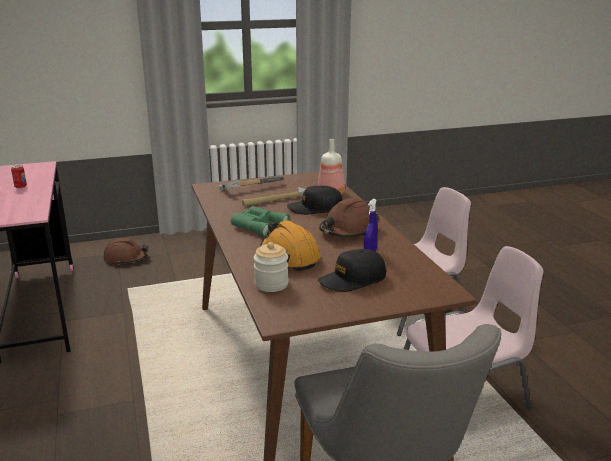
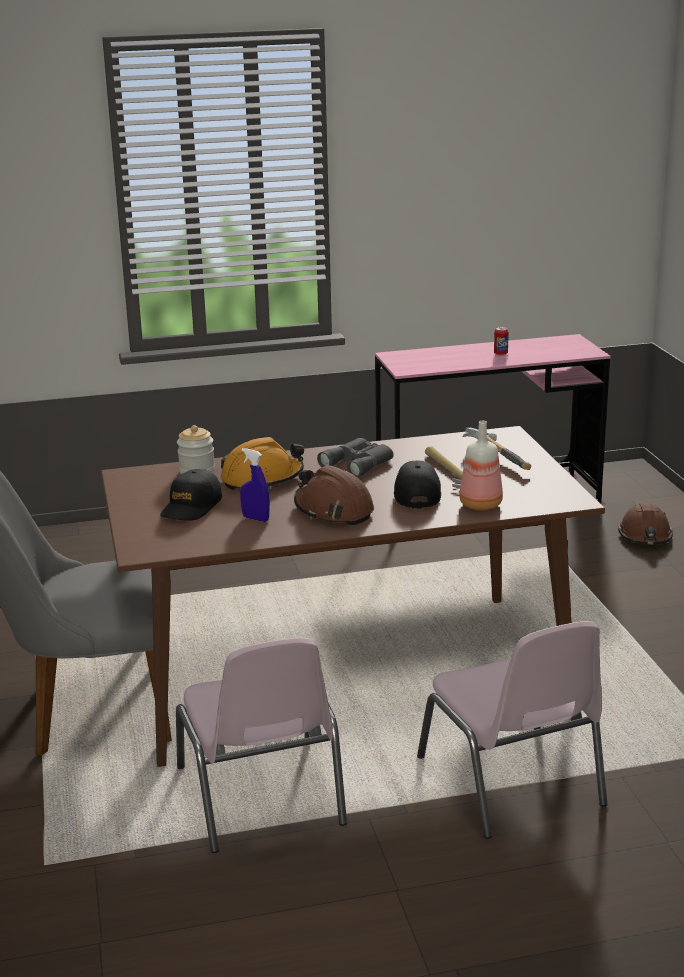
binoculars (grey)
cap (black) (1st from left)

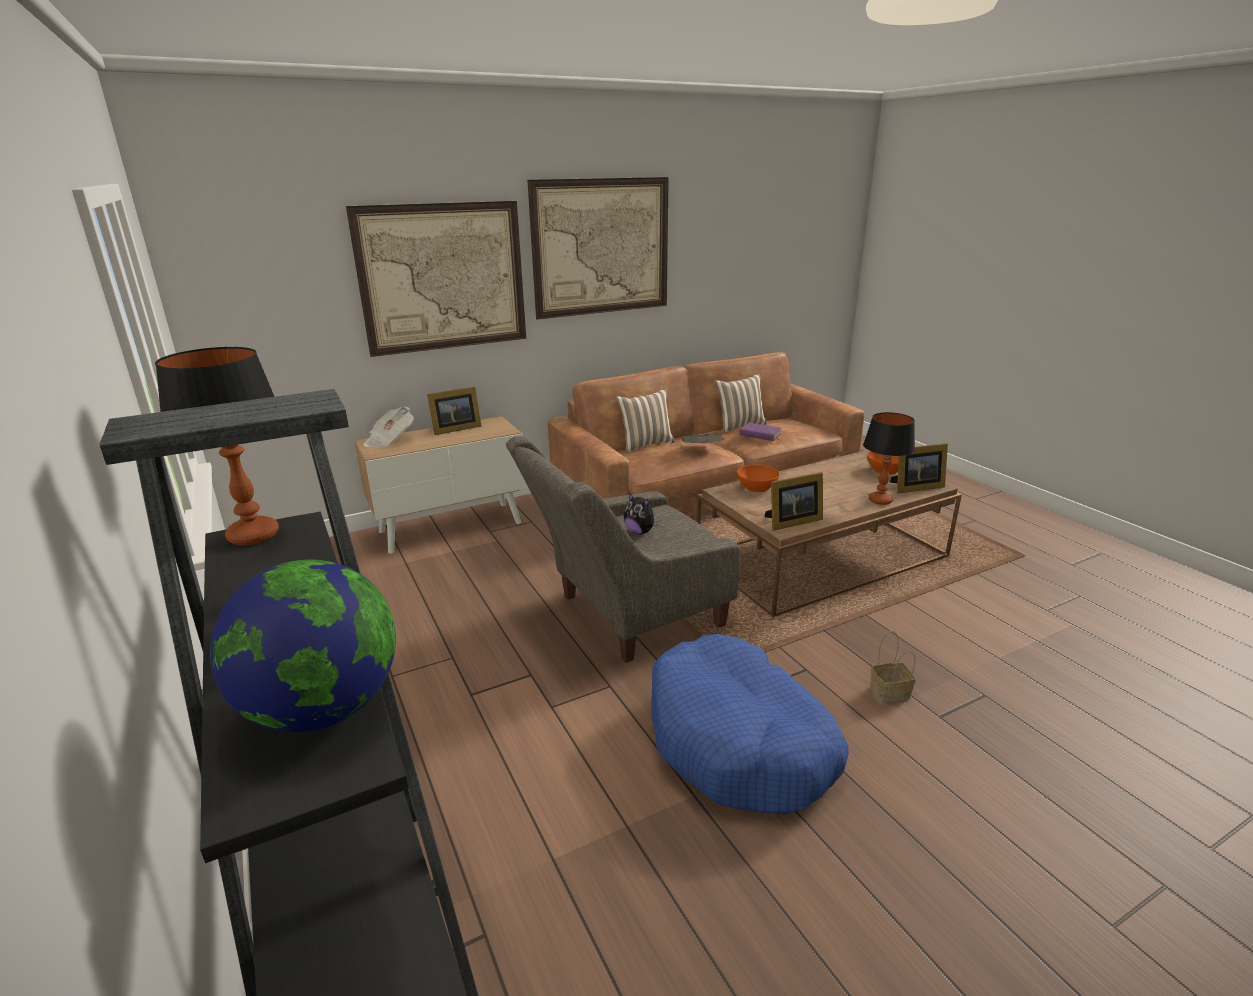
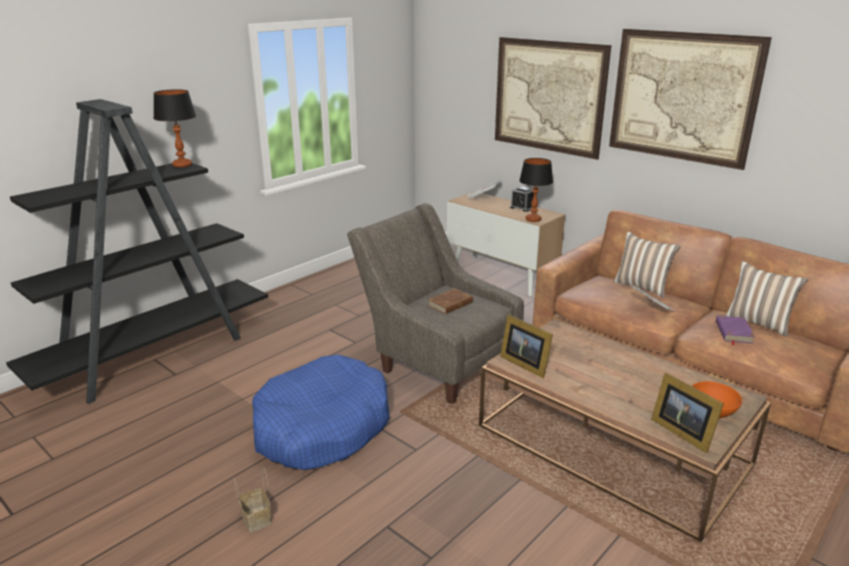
alarm clock
table lamp (2nd from left)
bowl (orange) (1st from left in the first image)
book (brown)
globe
basket

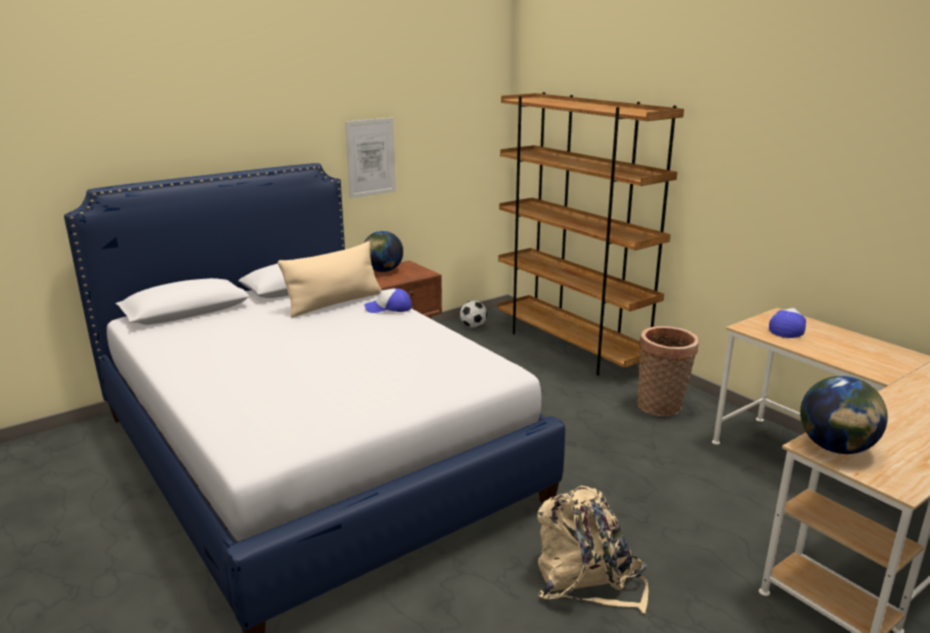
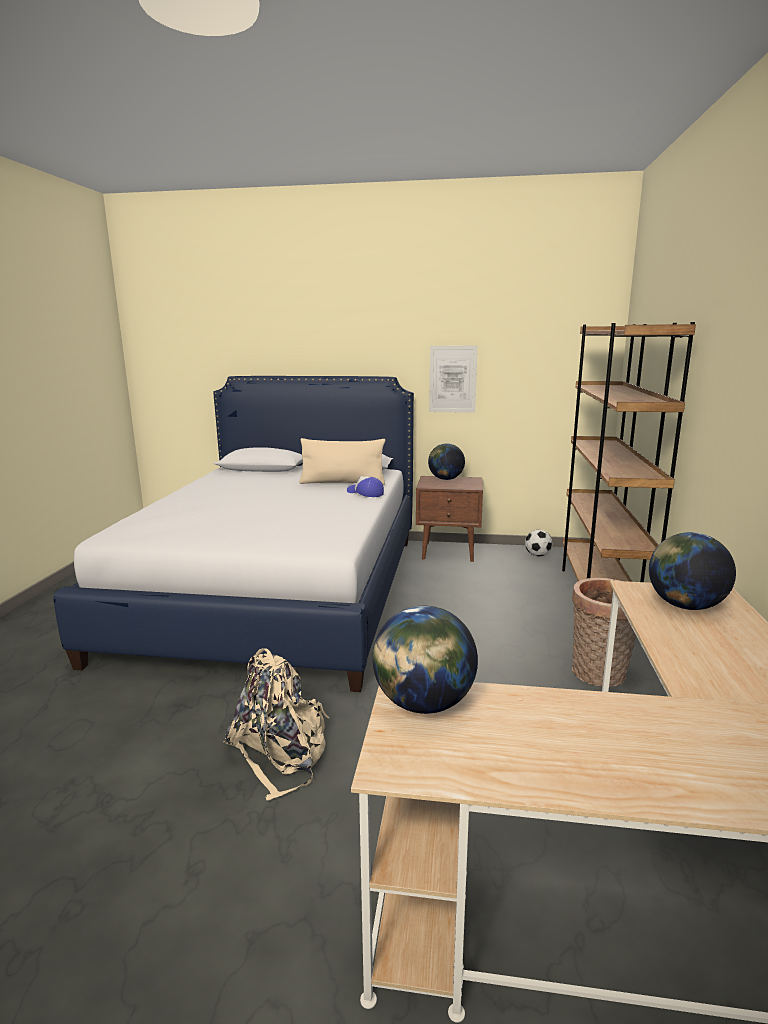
globe (3rd from left)

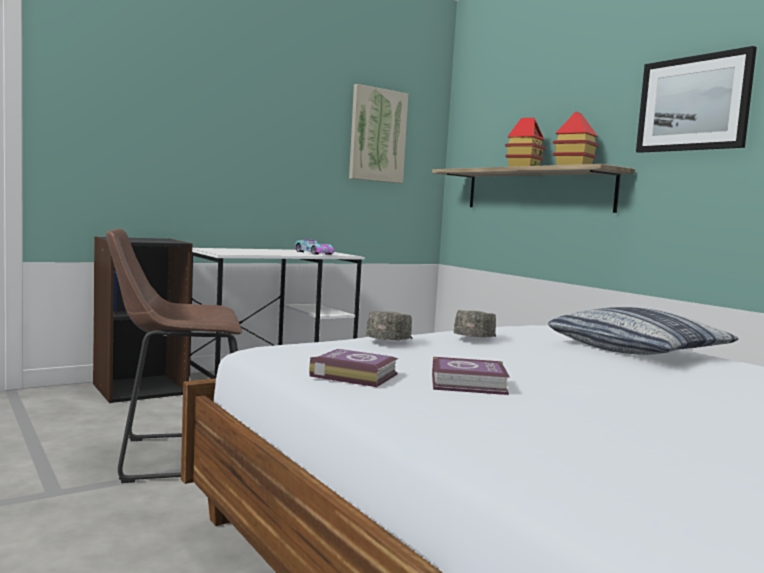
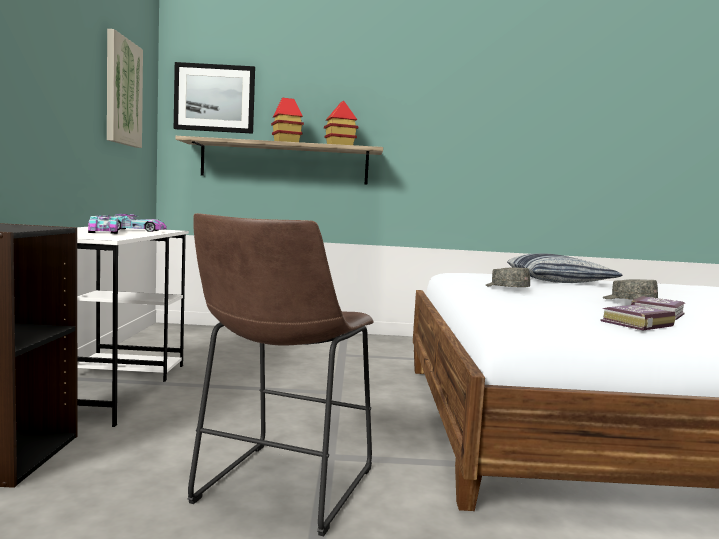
picture (2nd from left)
cap (grey) (2nd from left)
toy car (1st from left)

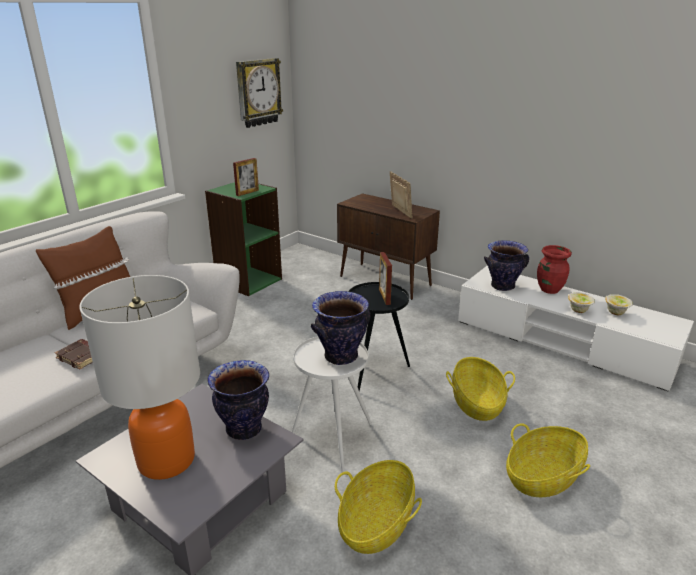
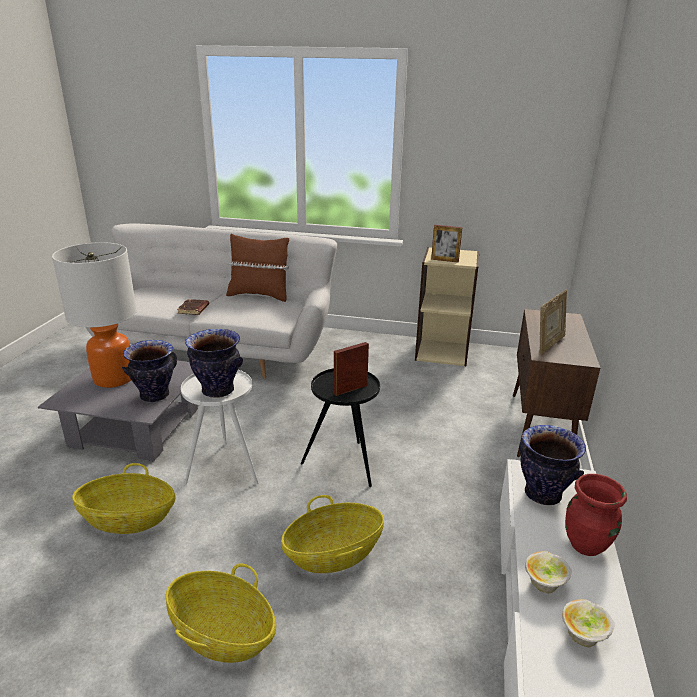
wall clock
bookcase (beige)

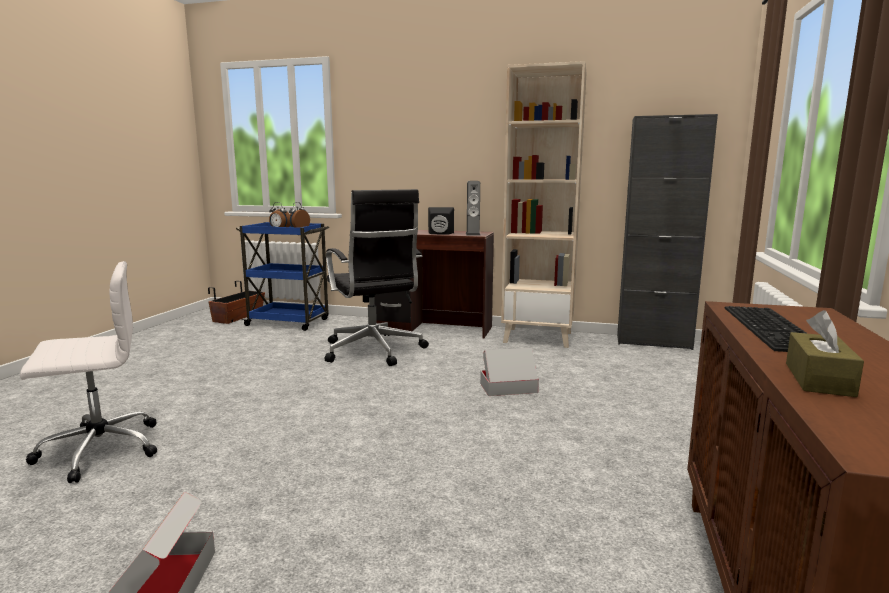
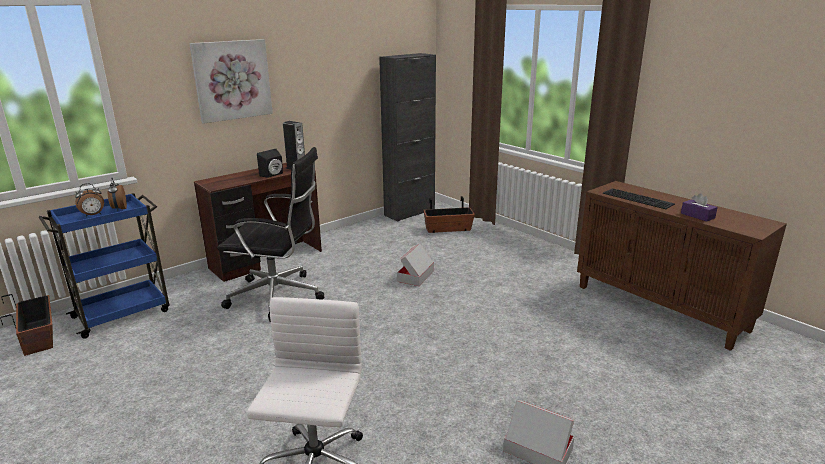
bookcase (beige)
tissue box (purple)
picture
planter (2nd from left)

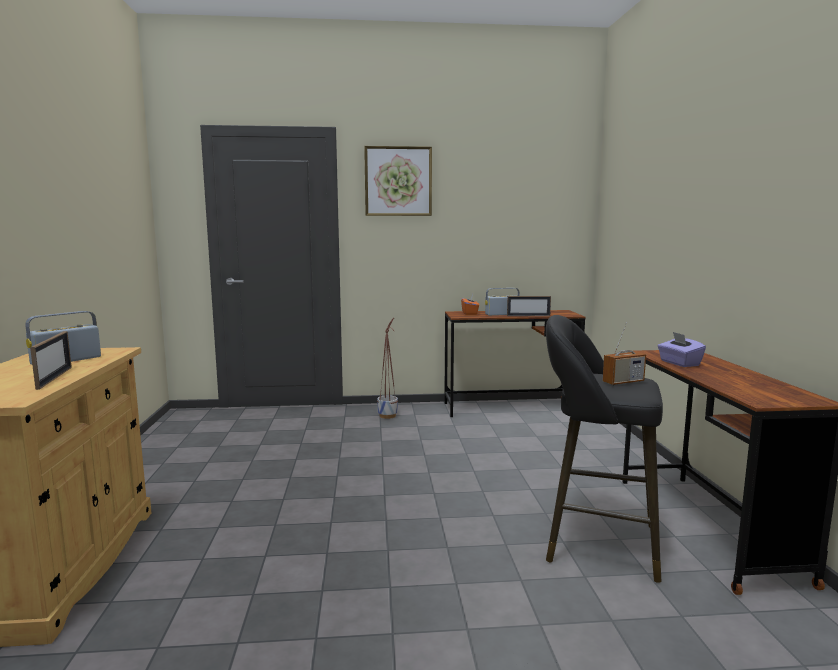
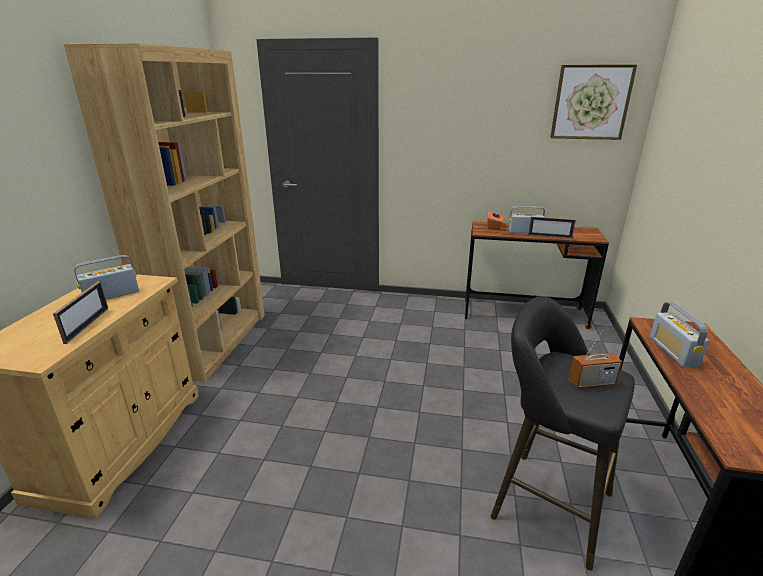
picture
planter
radio (4th from left)
bookcase (brown)

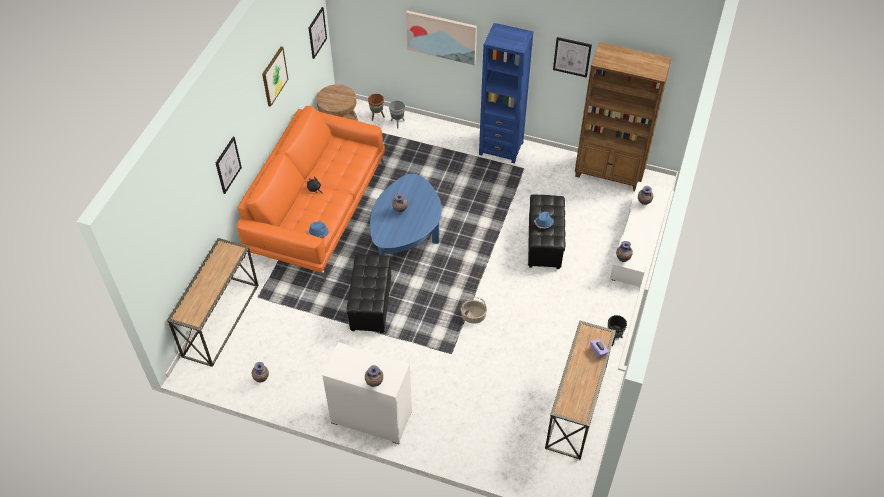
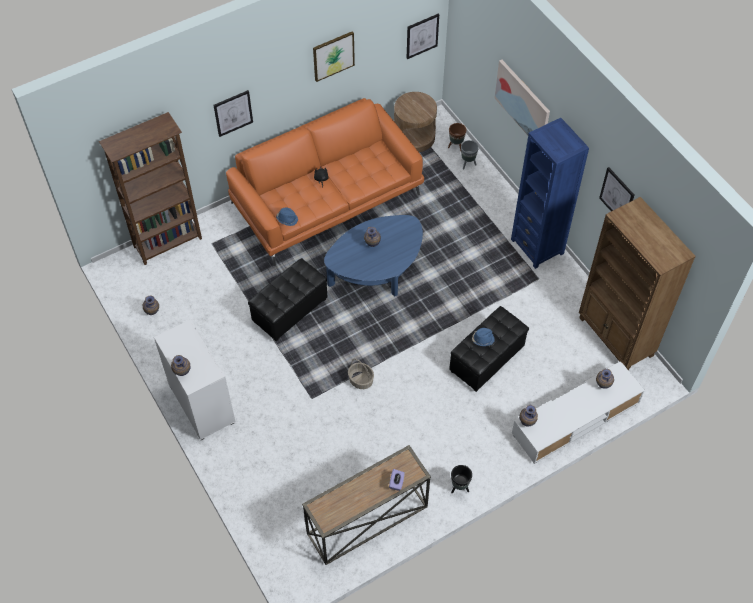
bookcase (brown) (1st from left)

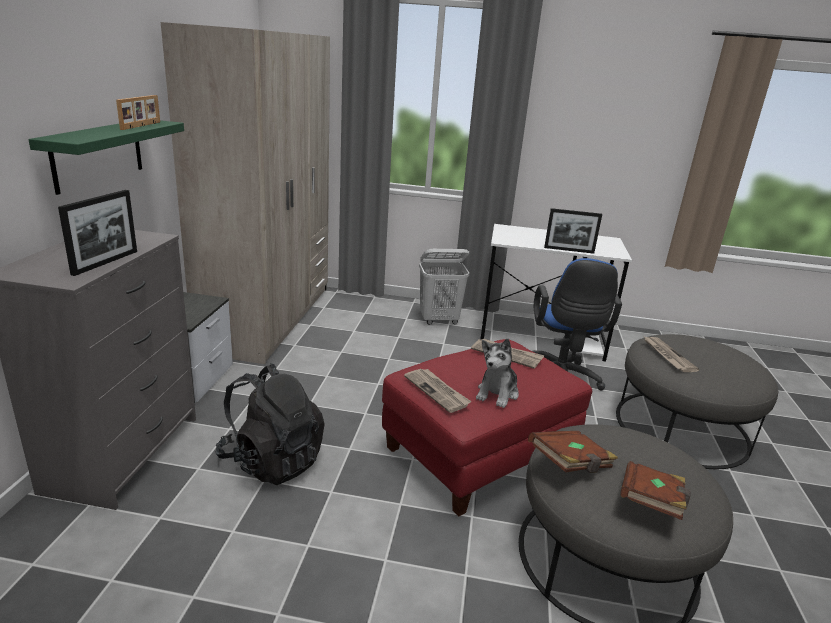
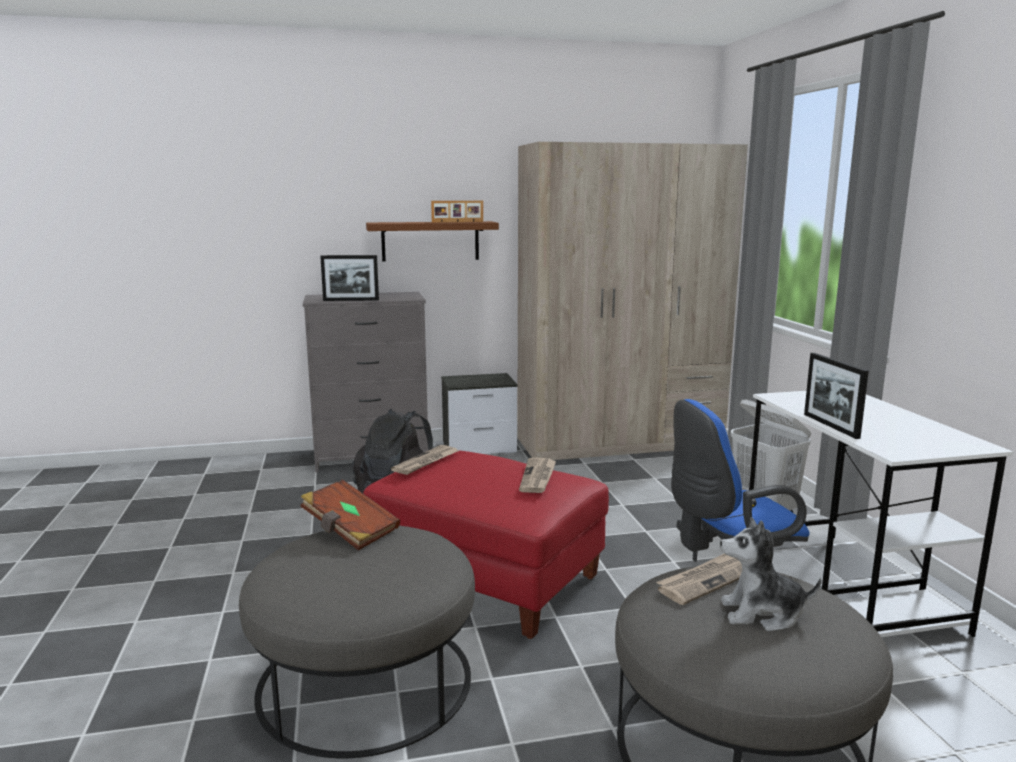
shelf (brown)
plush toy
book (brown) (2nd from left in the first image)

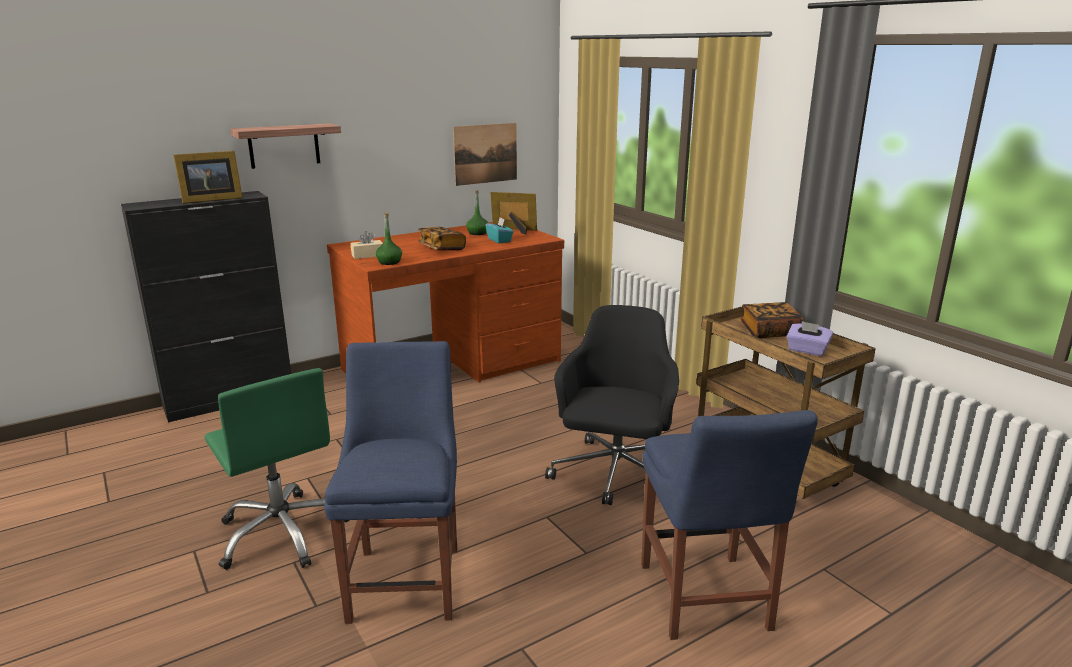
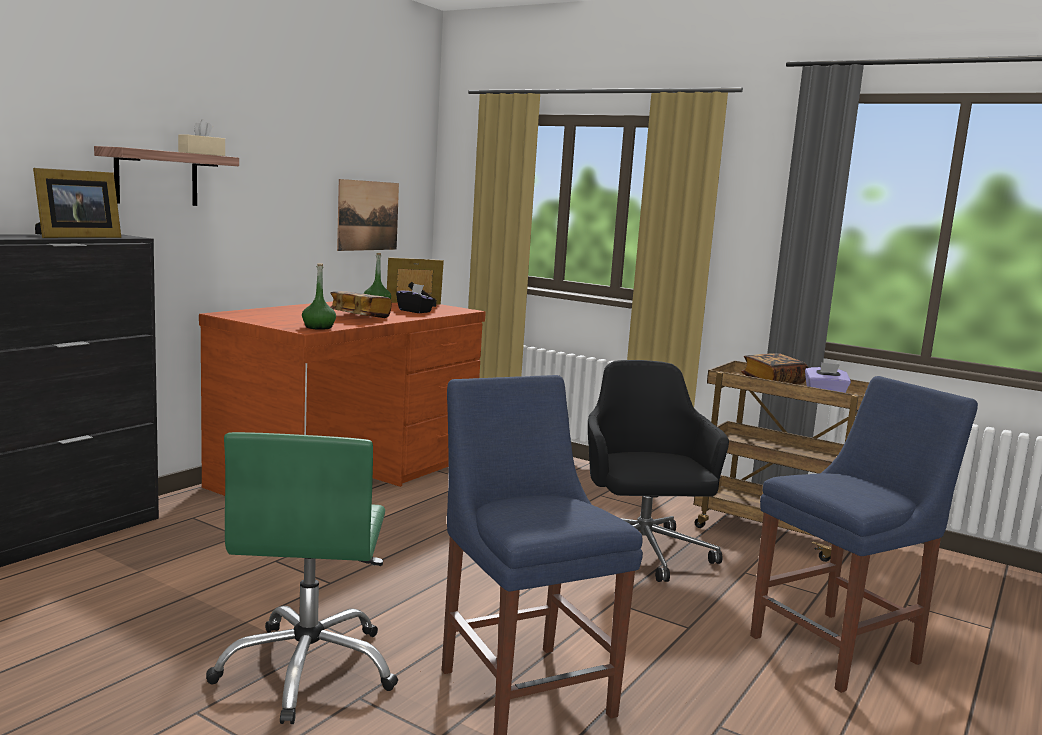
tissue box (black)
tissue box (beige)
office chair (green)
chair (blue) (2nd from left)

